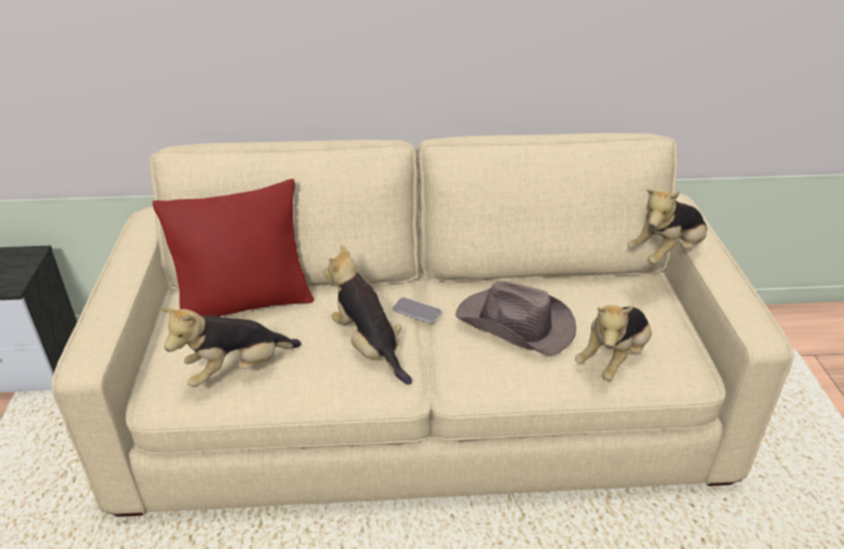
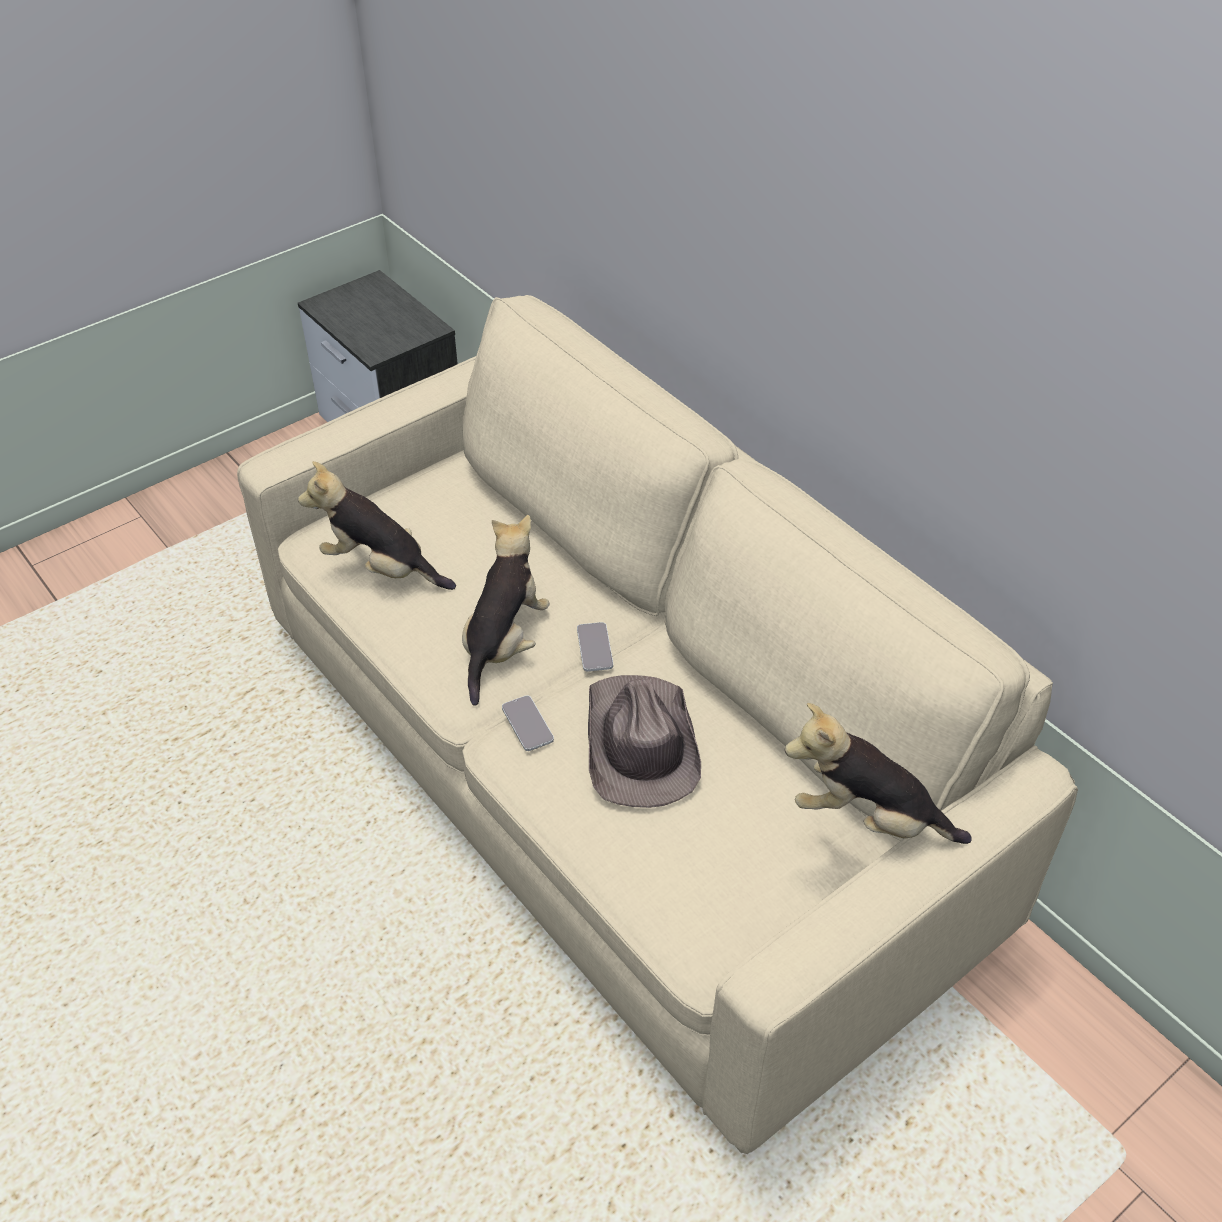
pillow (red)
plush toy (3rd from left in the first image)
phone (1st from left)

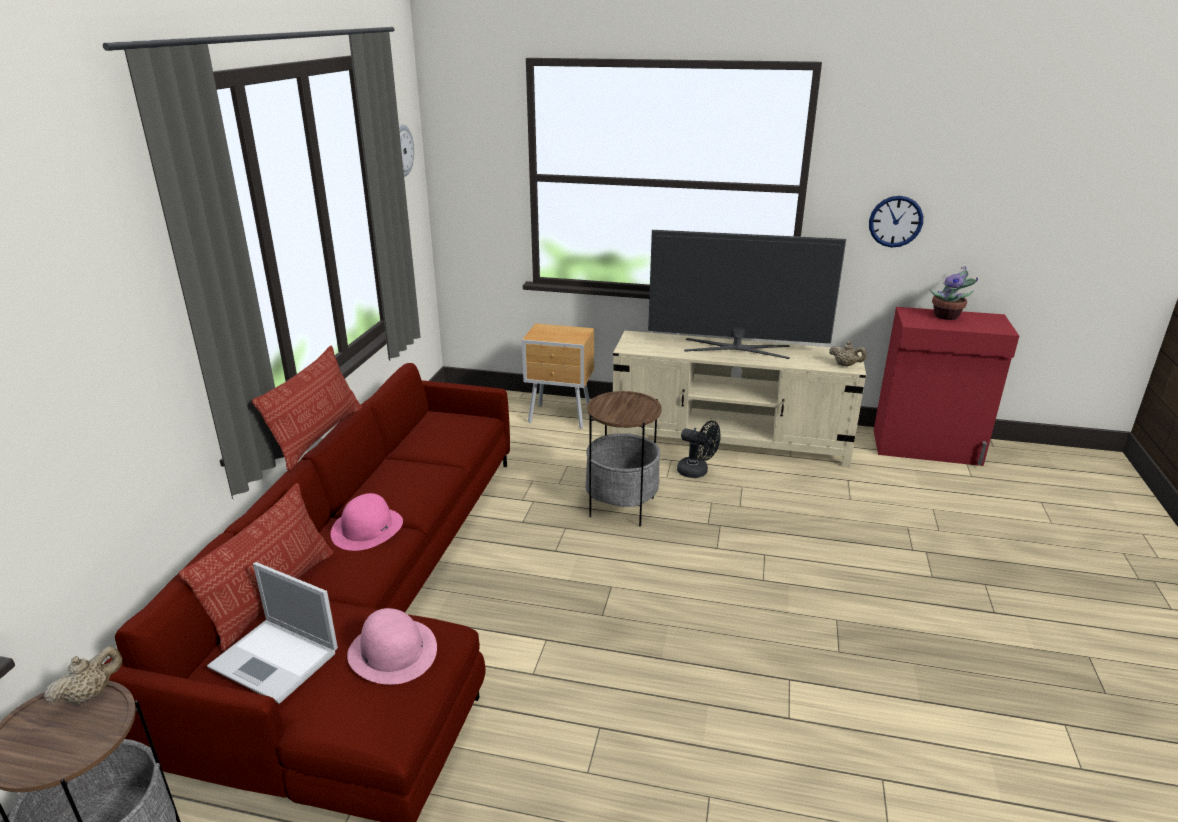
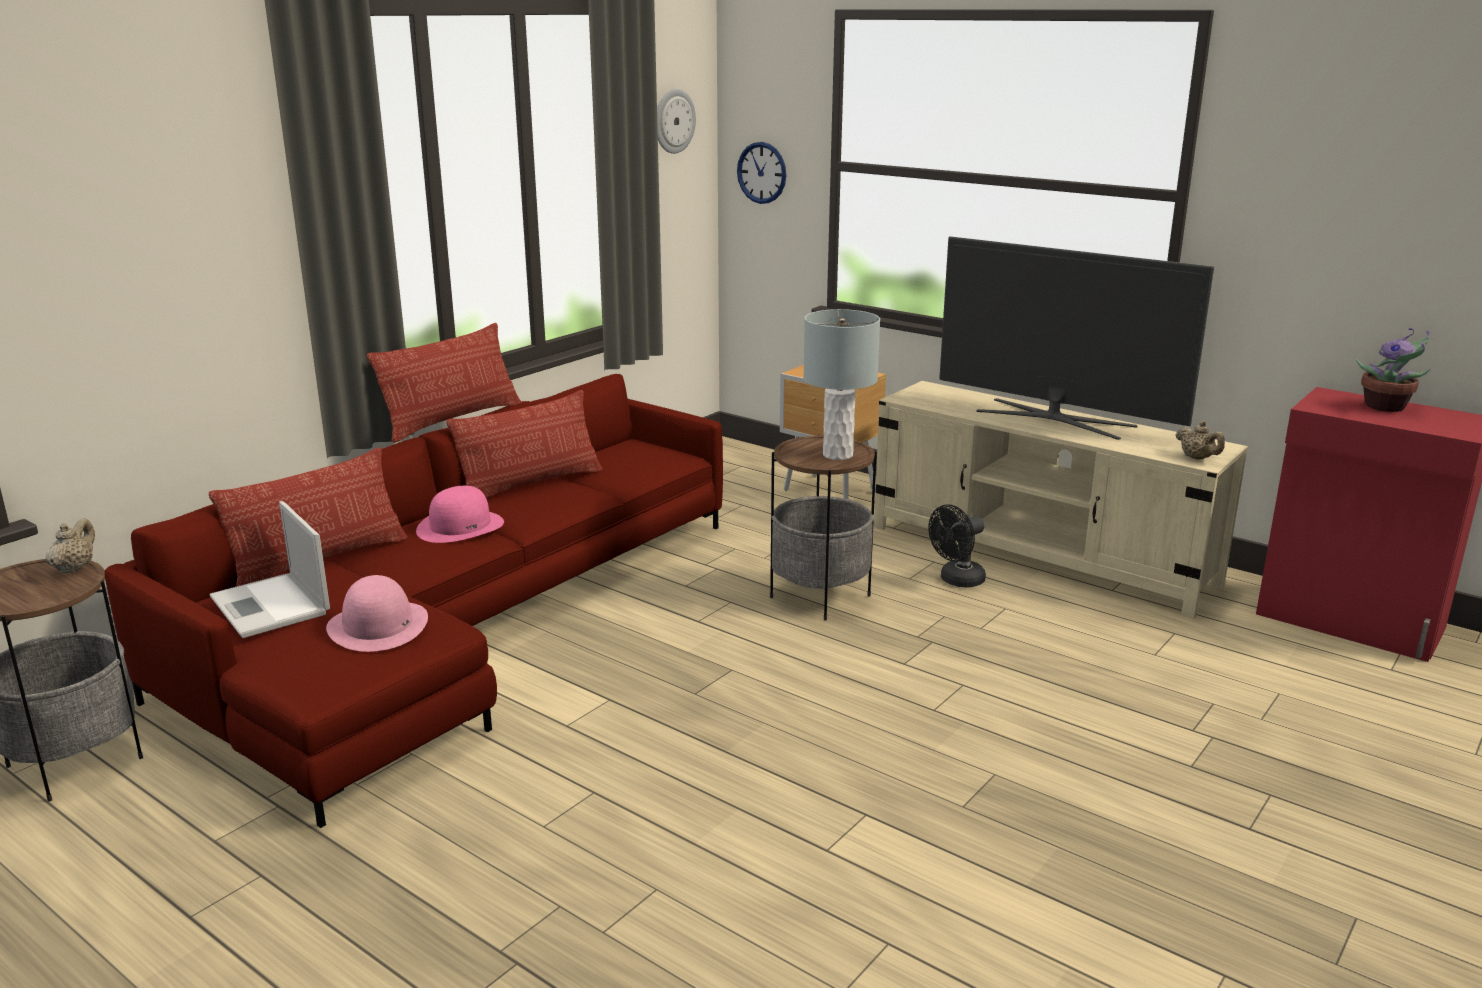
wall clock (2nd from left)
fan (black)
teapot (beige) (1st from left)
table lamp (grey)
pillow (3rd from left)

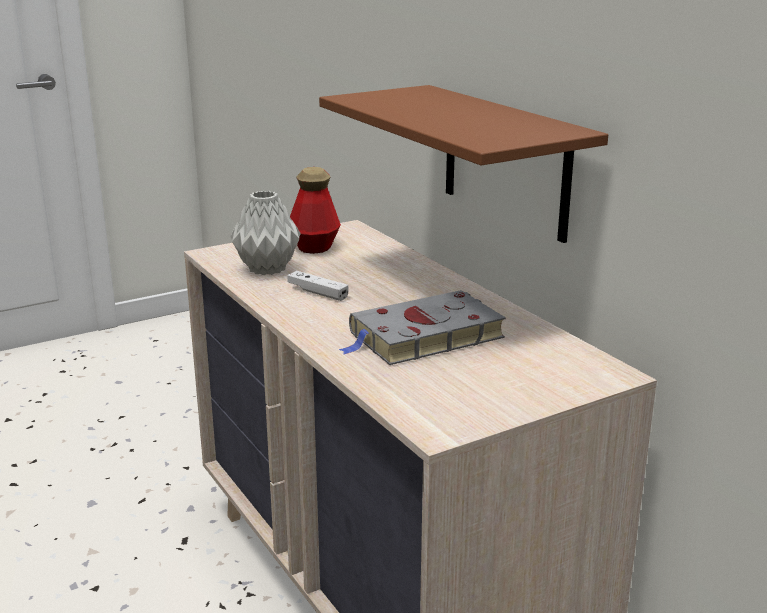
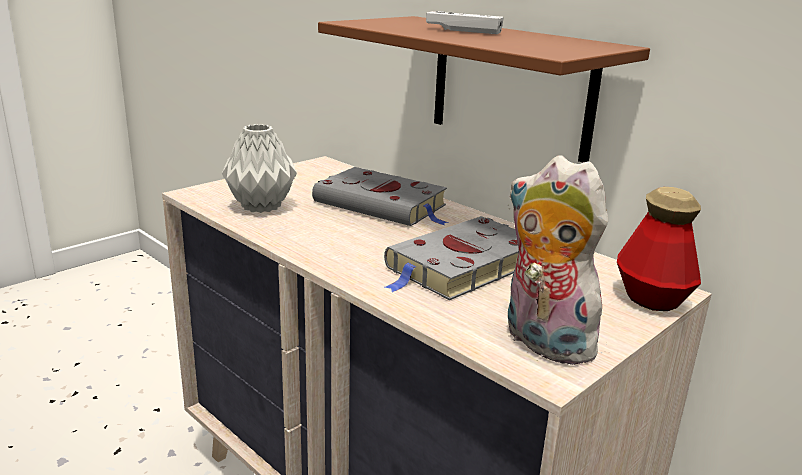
bottle
game controller (white)
plush toy
book (grey) (1st from left)

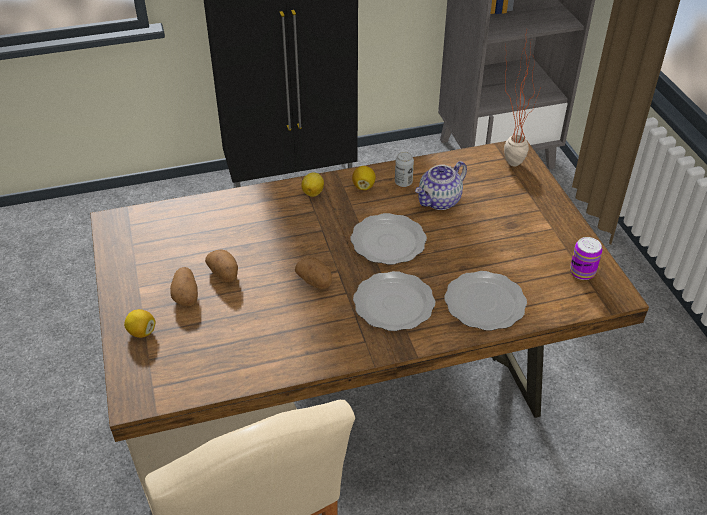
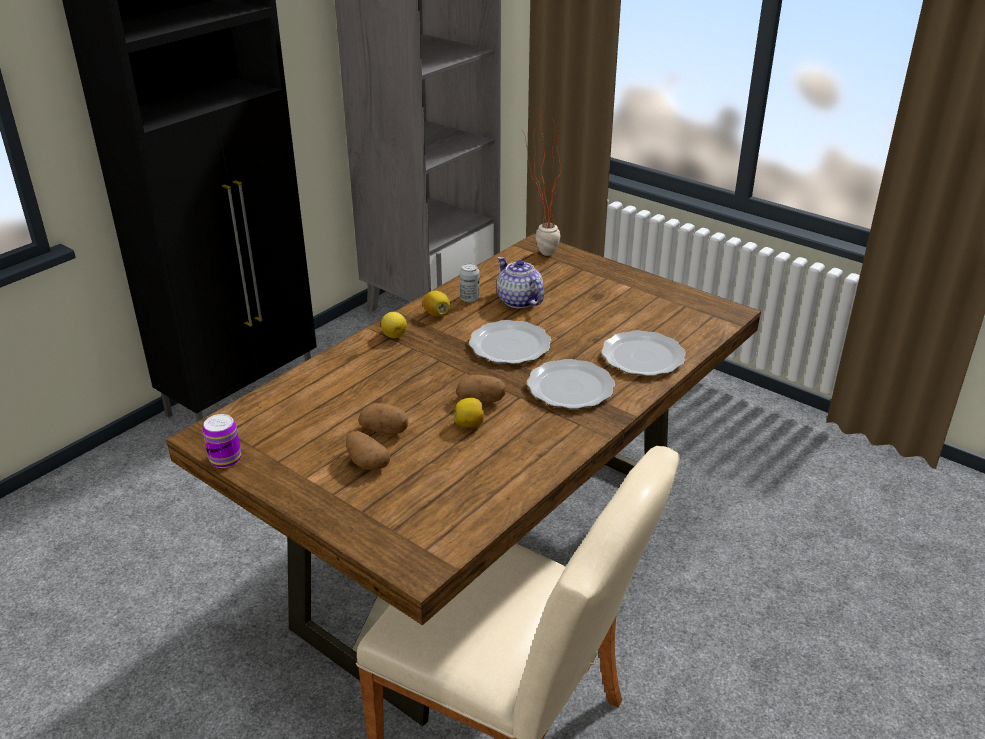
teapot
can (1st from left)
lemon (3rd from left)

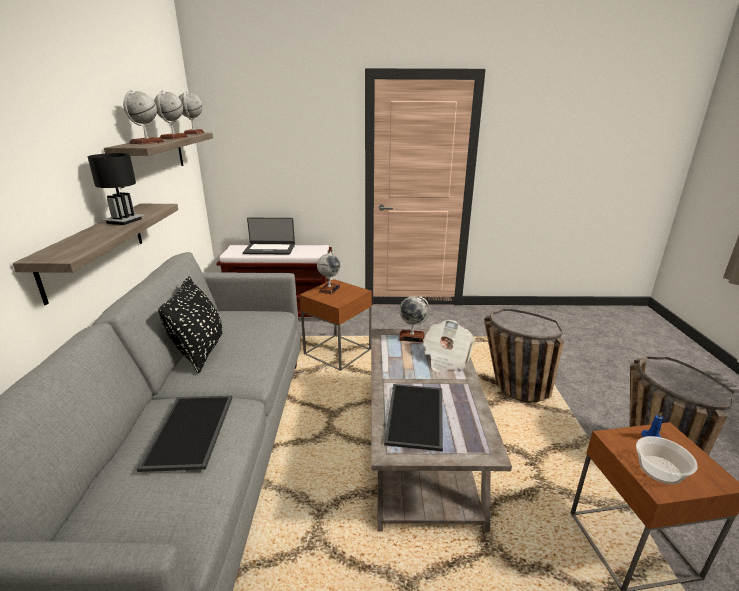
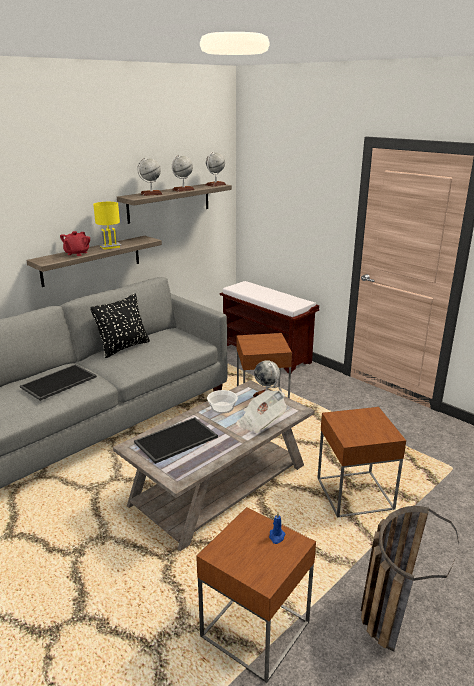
table lamp (yellow)
laptop
globe (4th from left in the first image)
side table (brown) (3rd from left)
bowl
teapot (red)

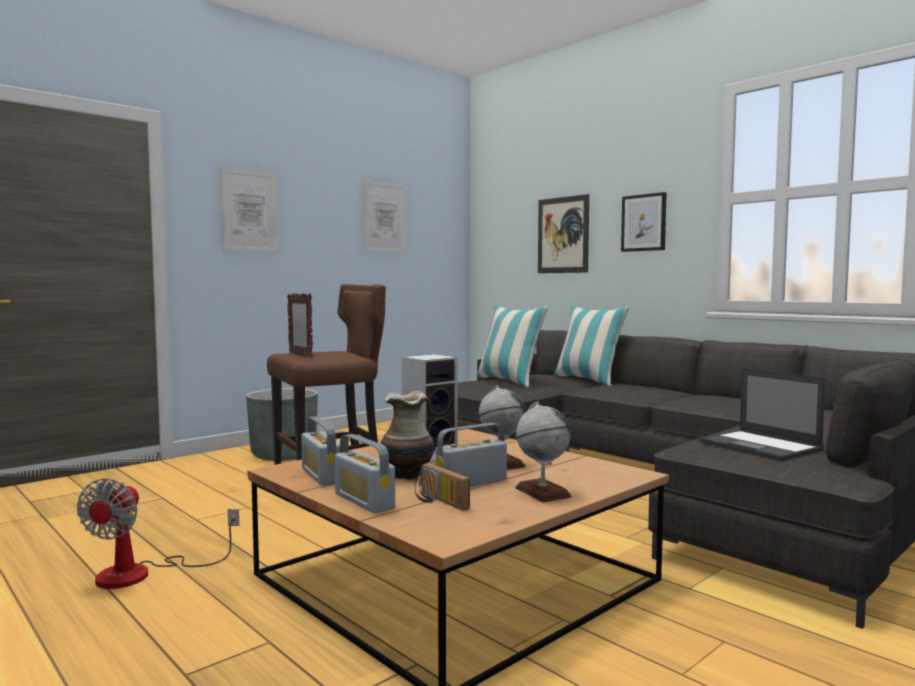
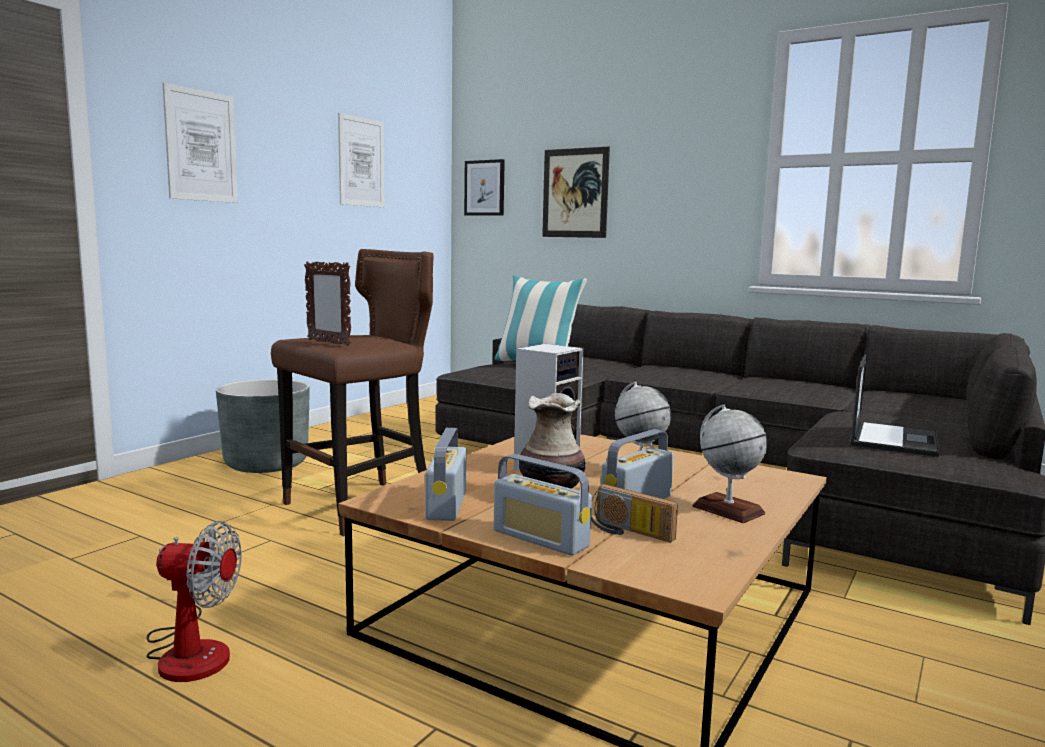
picture (3rd from left)
pillow (2nd from left in the first image)
laptop
radio (1st from left)
fan

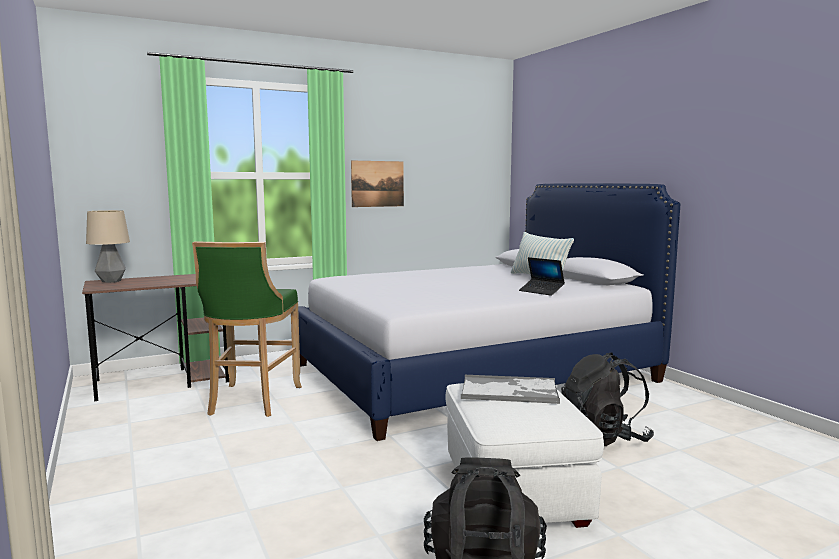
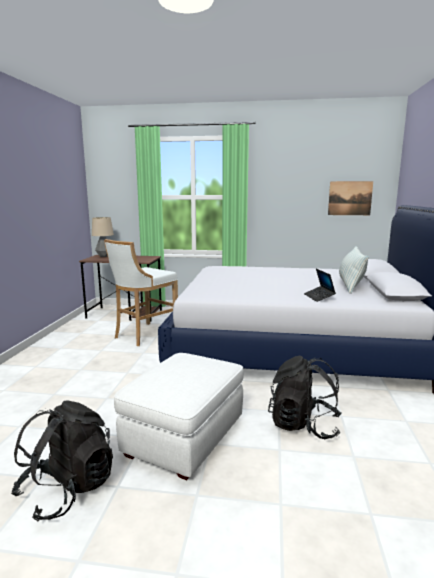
picture
stool (white)
tray

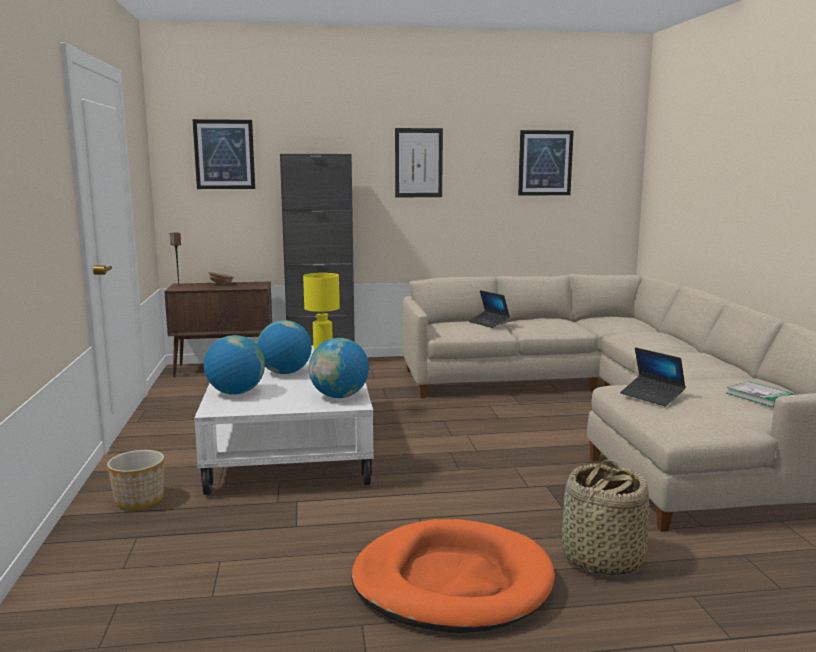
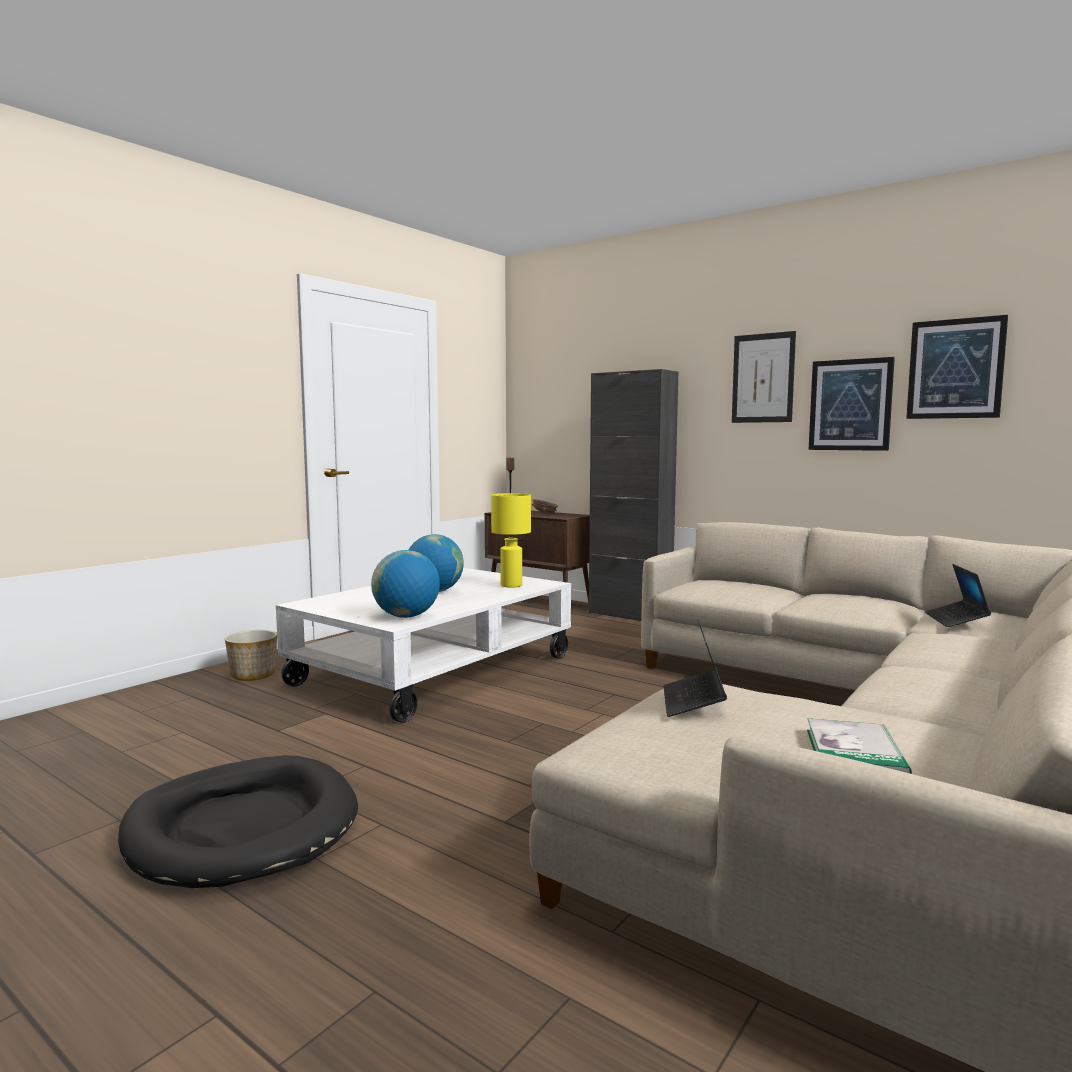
picture (2nd from left)
laptop (2nd from left)
globe (1st from left in the first image)
basket
dog bed (black)

